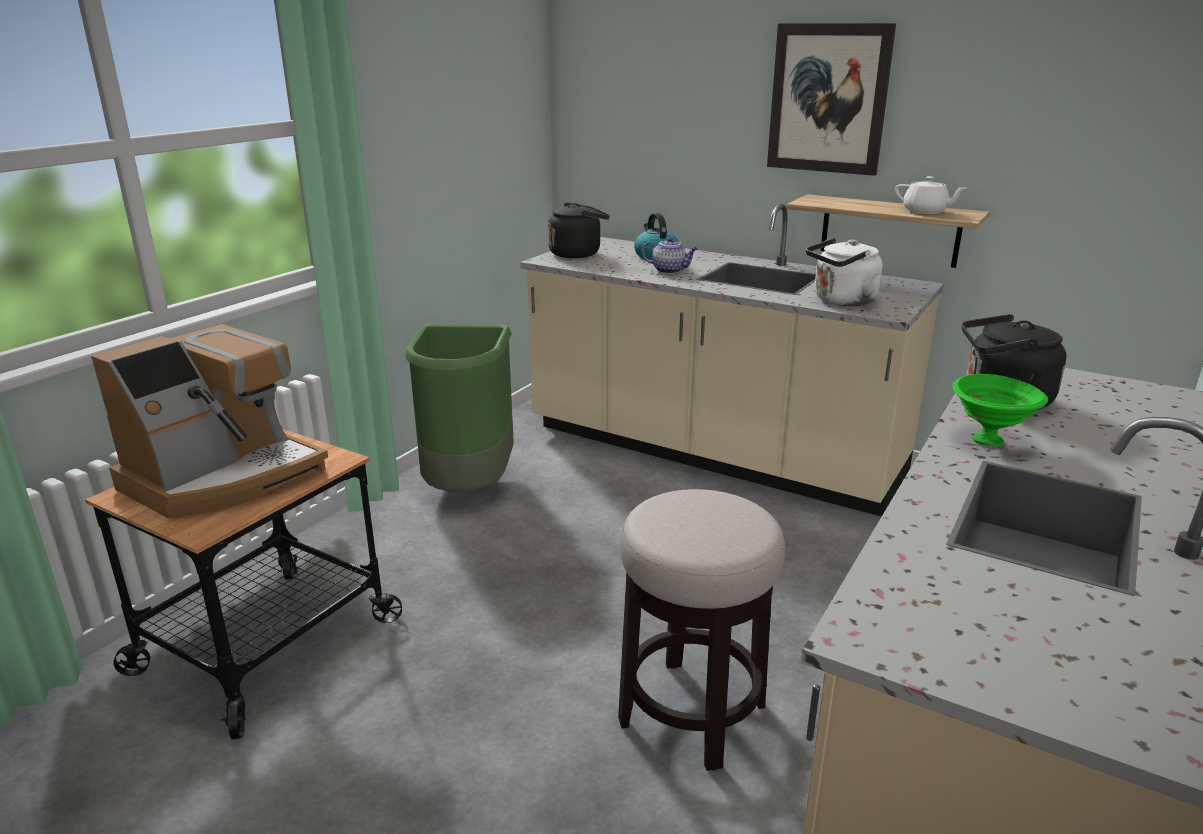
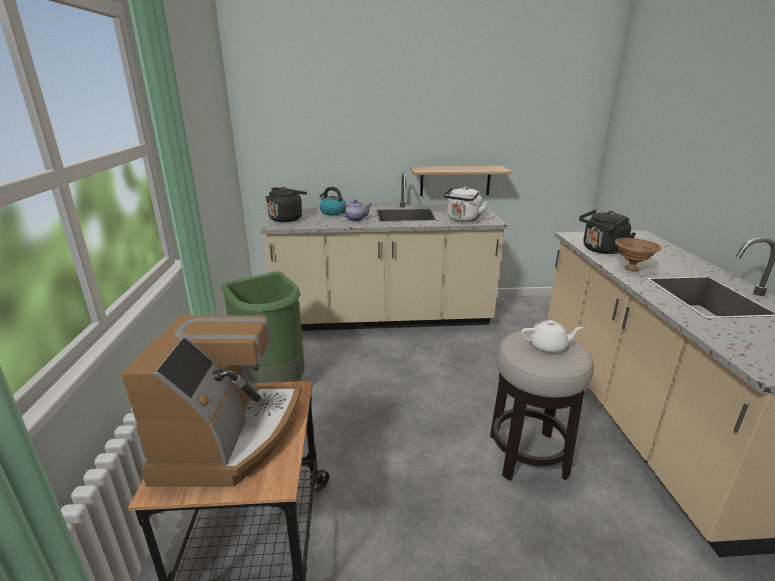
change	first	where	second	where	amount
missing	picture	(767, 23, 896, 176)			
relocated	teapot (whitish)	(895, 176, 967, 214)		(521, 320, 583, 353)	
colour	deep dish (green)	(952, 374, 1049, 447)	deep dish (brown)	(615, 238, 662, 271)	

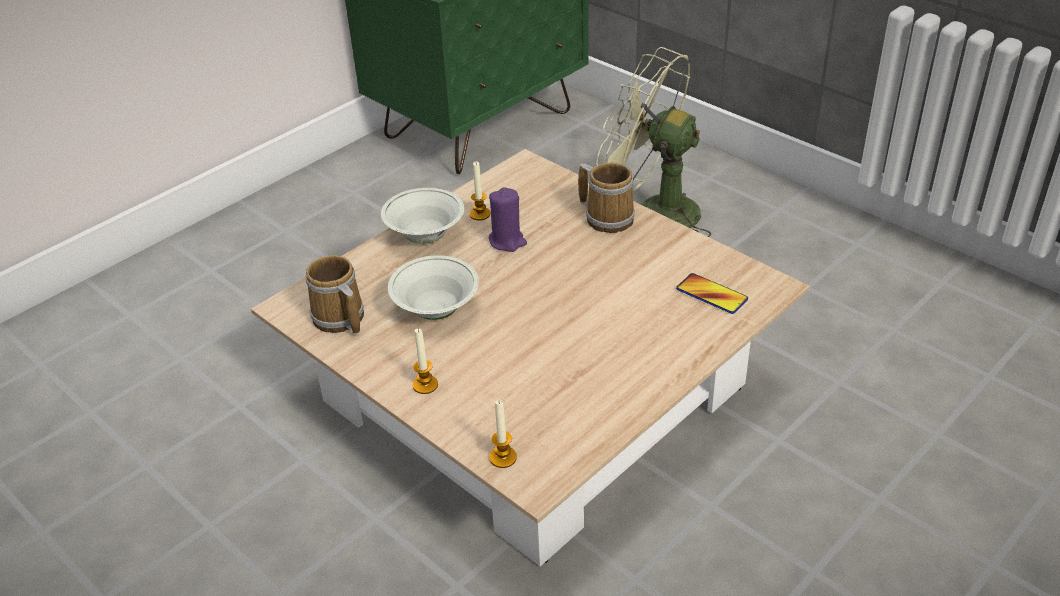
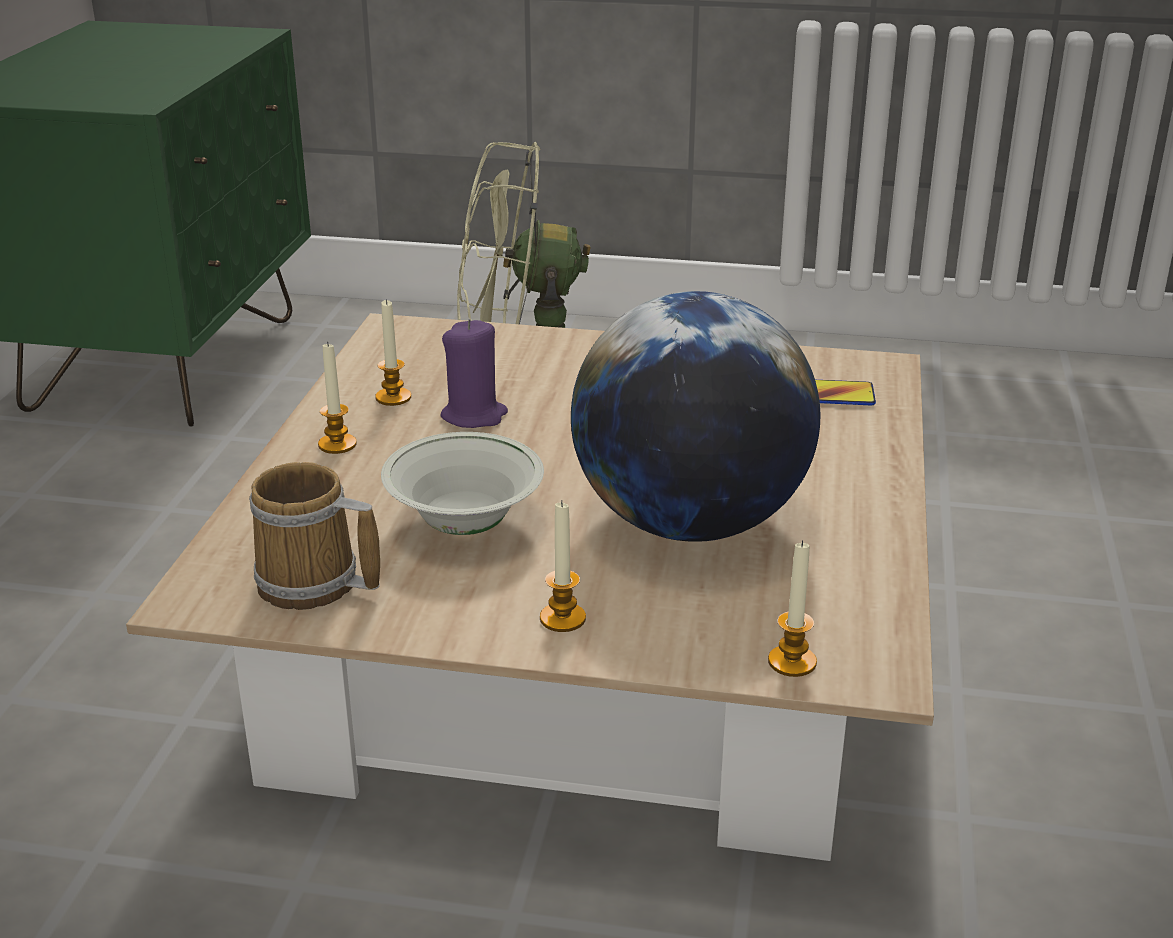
change	first	where	second	where	amount
missing	mug	(578, 162, 635, 233)			
exchanged	deep dish (whitish)	(381, 188, 464, 243)	wax light	(318, 341, 357, 454)	
appeared			globe	(571, 291, 820, 542)	

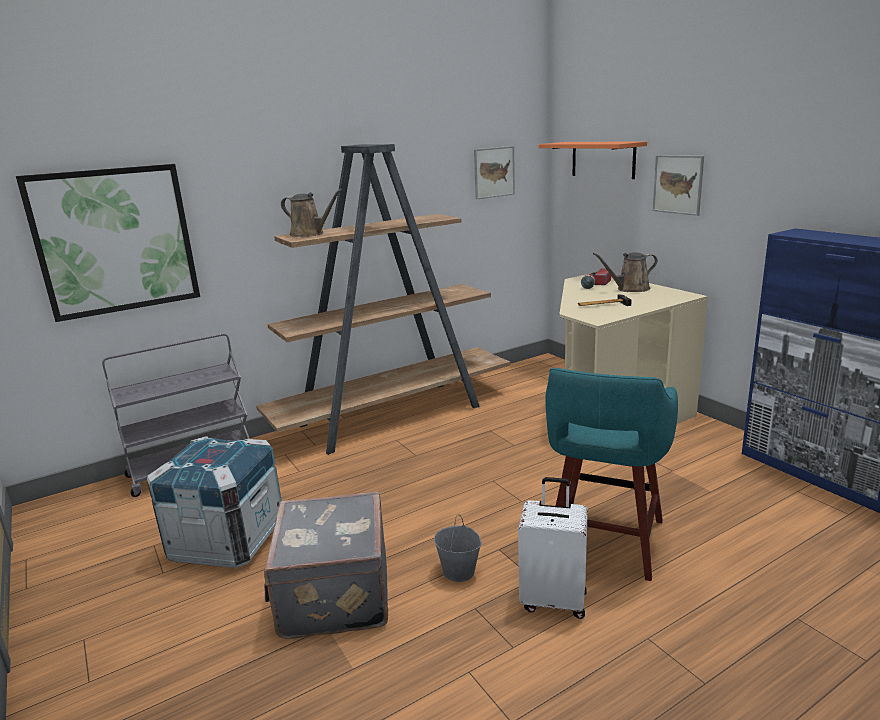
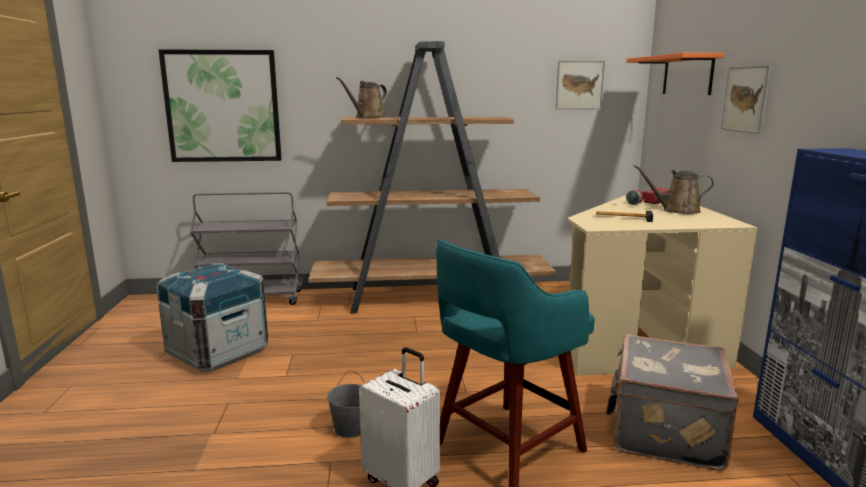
change	first	where	second	where	amount
spun	watering can (brown)	(281, 189, 342, 237)		(336, 77, 387, 118)	75 degrees clockwise
relocated	piece of luggage (grey)	(264, 492, 388, 639)		(606, 334, 739, 471)	

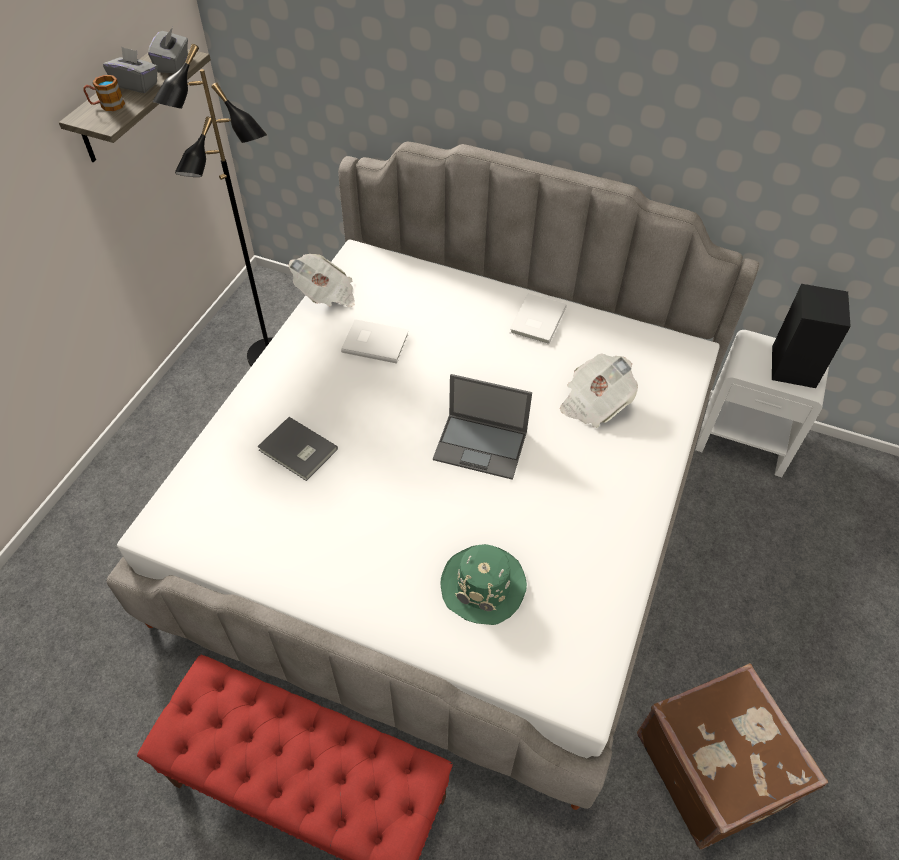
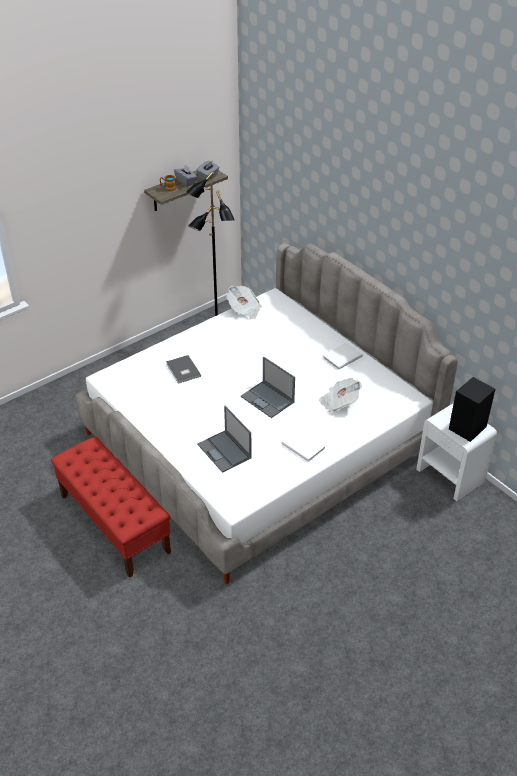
change	first	where	second	where	amount
relocated	volume (whitish)	(341, 319, 409, 364)		(282, 428, 326, 462)	
exchanged	hat (green)	(440, 544, 527, 625)	laptop	(197, 406, 252, 473)	
missing	piece of luggage (brown)	(637, 663, 828, 849)			

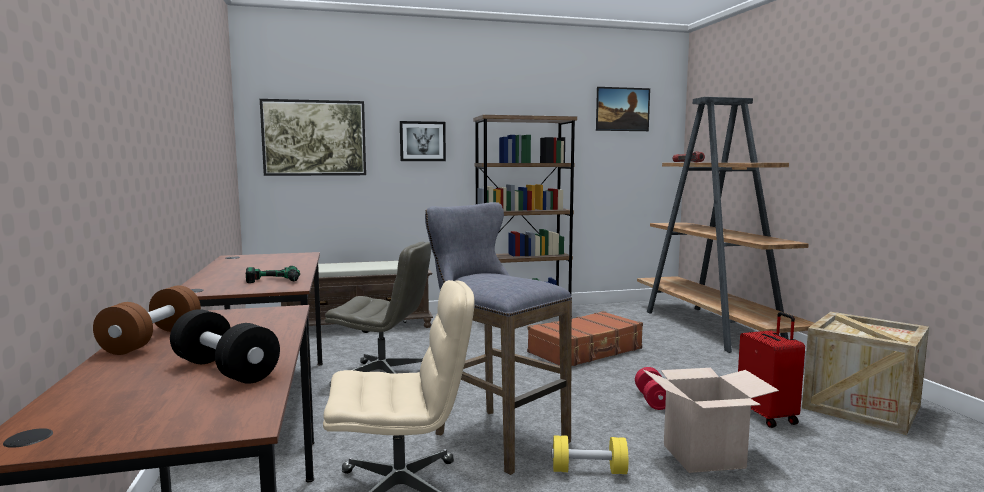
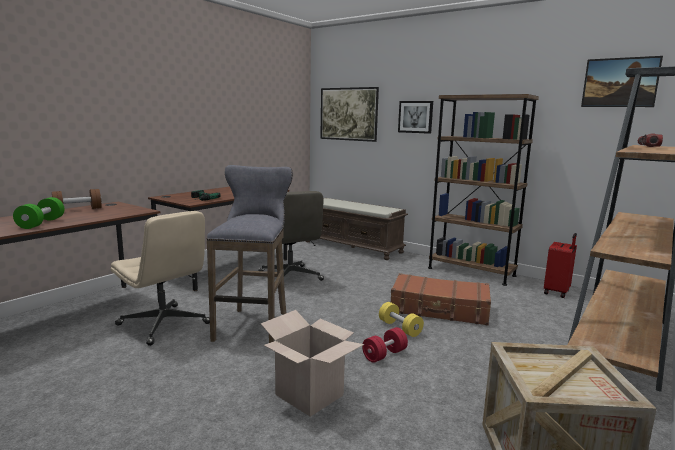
change	first	where	second	where	amount
colour	hand weight (black)	(170, 309, 280, 384)	hand weight (green)	(13, 197, 65, 229)	
relocated	piece of luggage (red-coloured)	(738, 312, 805, 428)		(544, 233, 577, 298)	
relocated	hand weight (yellowish)	(552, 435, 628, 474)		(379, 302, 424, 337)	

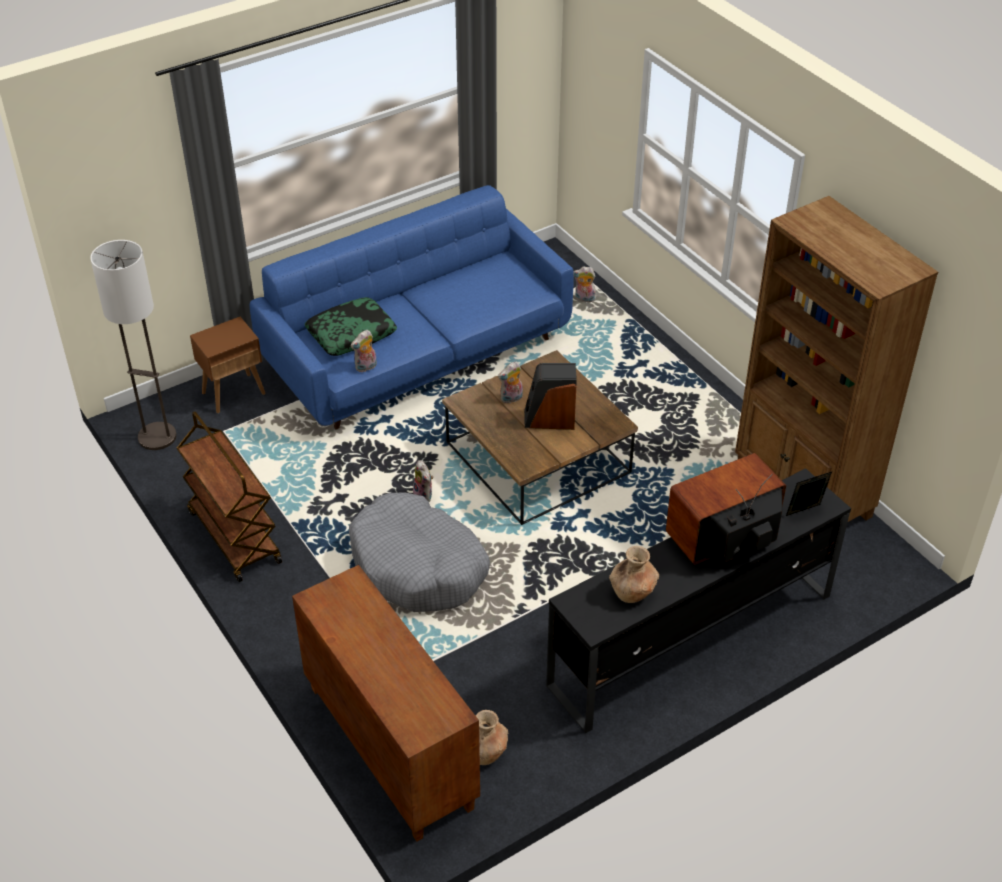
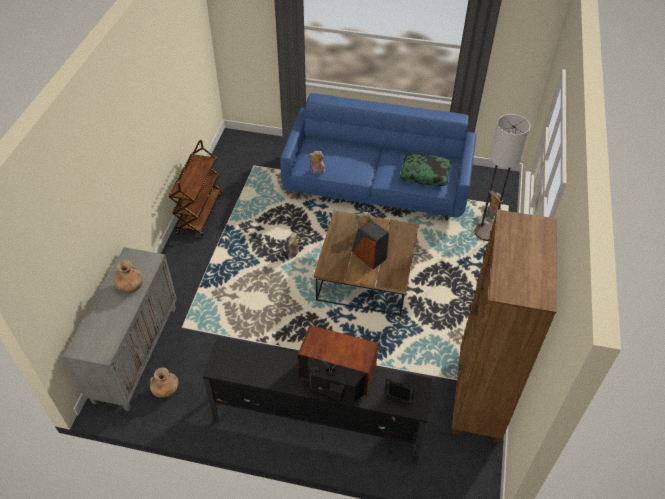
change	first	where	second	where	amount
relocated	standard lamp	(90, 240, 177, 450)		(475, 114, 530, 241)	
relocated	cushion	(305, 297, 397, 356)		(400, 153, 451, 186)	
missing	accent table (brown)	(190, 317, 266, 413)			
missing	dog cushion (grey)	(349, 493, 490, 612)			
relocated	decorative vase (brown)	(609, 546, 659, 603)		(113, 260, 144, 293)	
colour	storage cabinet (brown)	(292, 565, 480, 841)	storage cabinet (grey)	(63, 247, 177, 411)	

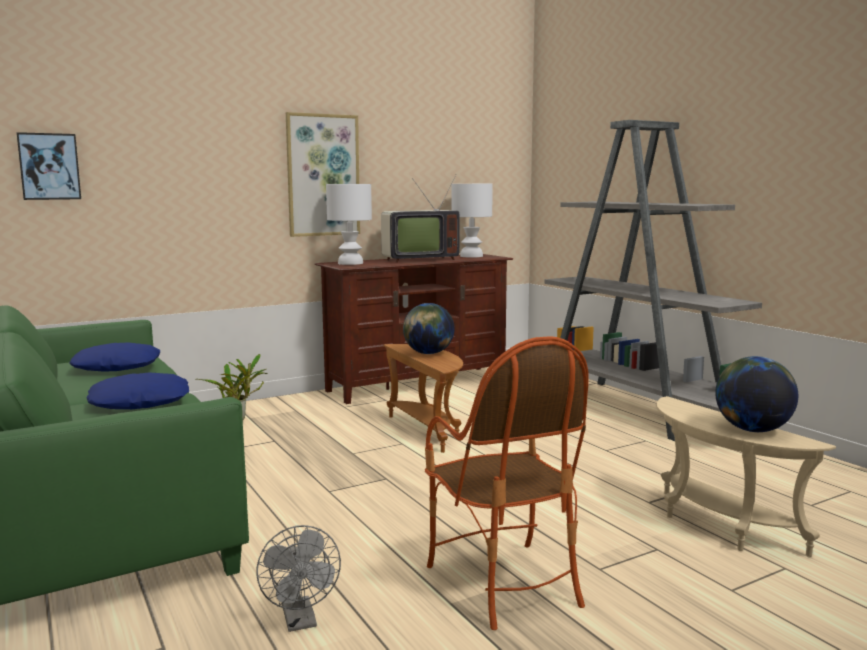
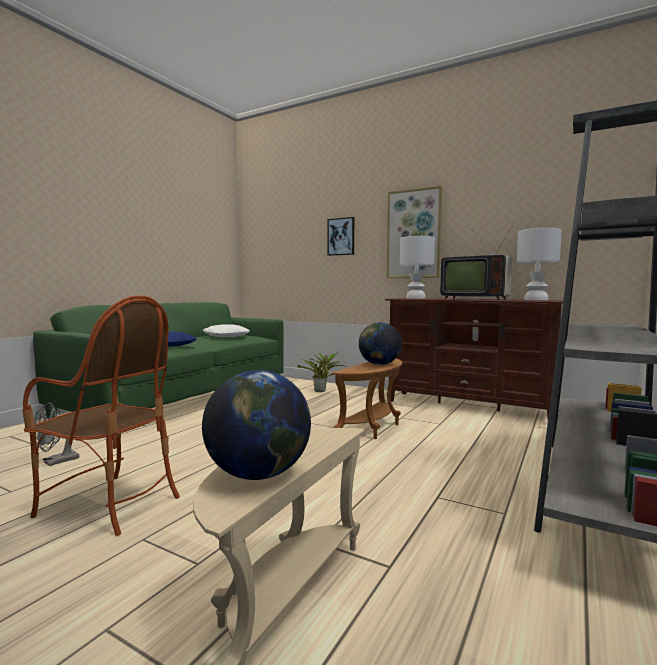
change	first	where	second	where	amount
relocated	picture	(17, 132, 81, 200)		(327, 217, 354, 256)	
spun	lounge chair	(425, 336, 589, 630)		(22, 296, 180, 536)	105 degrees counterclockwise
colour	cushion (blue-coloured)	(69, 343, 160, 372)	cushion (whitish)	(202, 324, 250, 337)	

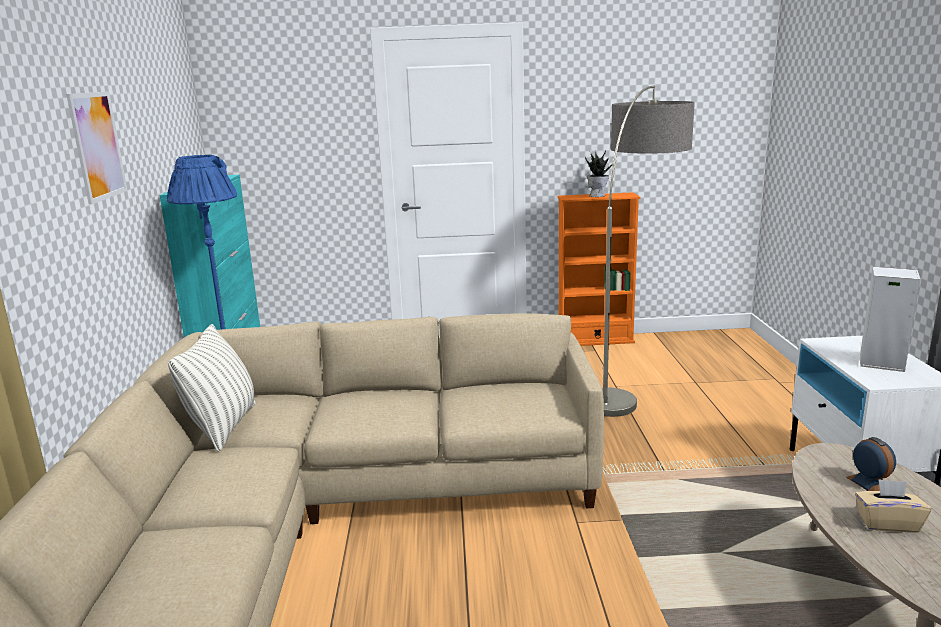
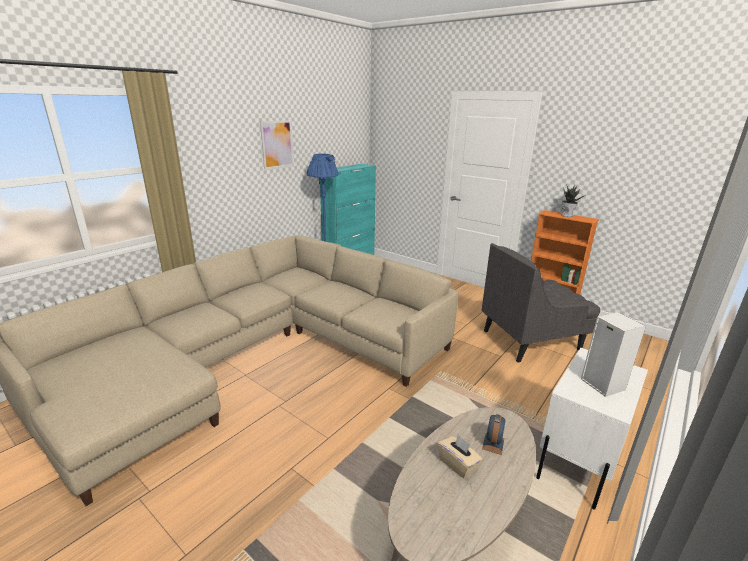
change	first	where	second	where	amount
exchanged	standard lamp	(602, 86, 695, 417)	lounge chair (grey)	(482, 243, 600, 362)	
missing	cushion	(168, 324, 256, 452)			

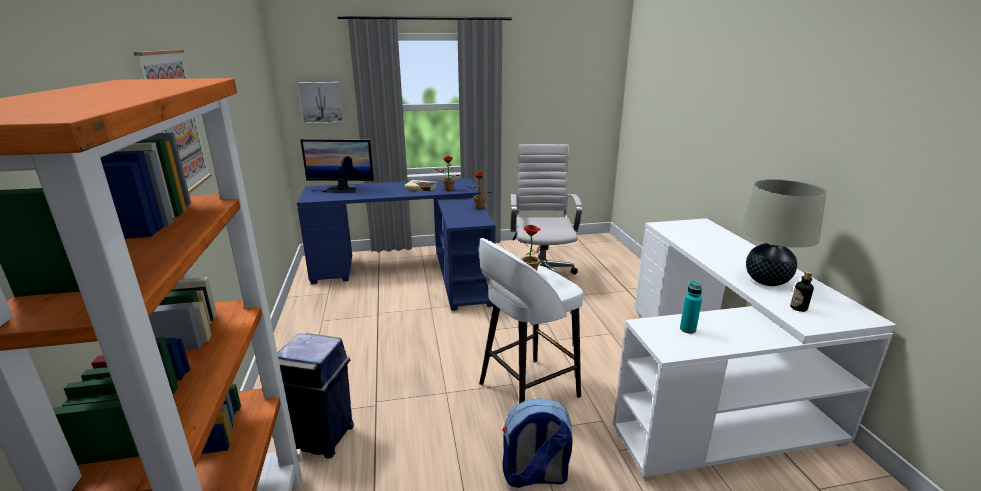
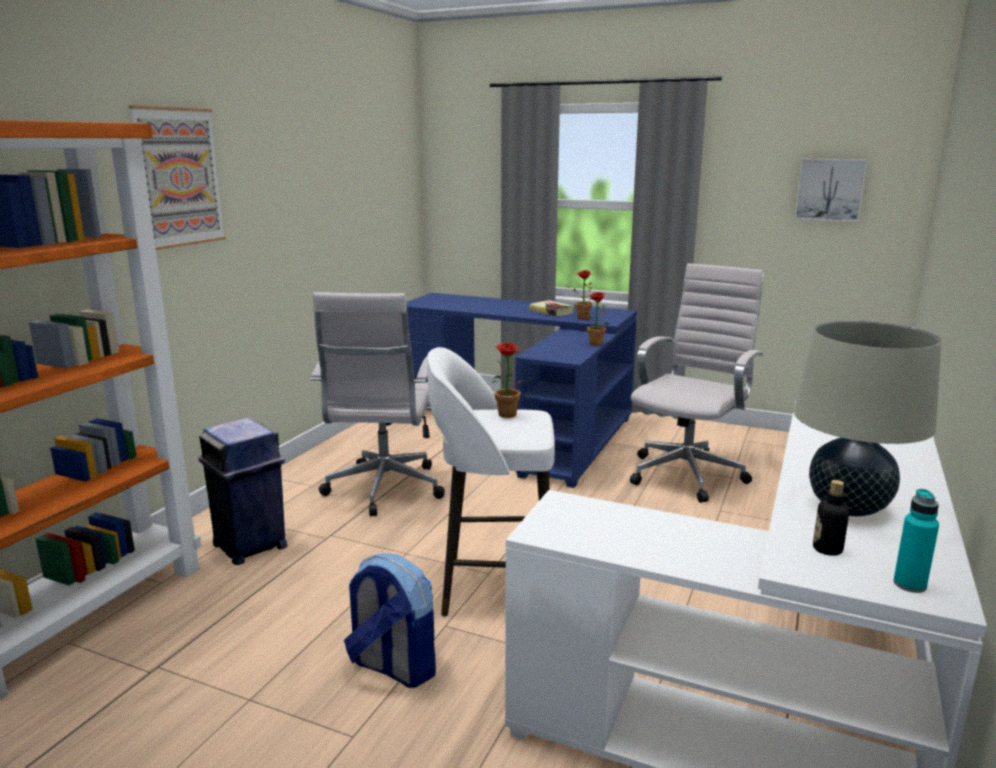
change	first	where	second	where	amount
relocated	picture	(297, 82, 344, 124)		(795, 159, 867, 222)	
missing	monitor	(300, 139, 374, 193)			
relocated	beverage bottle (blue-green)	(680, 281, 702, 334)		(893, 489, 939, 593)	
appeared			office chair (whitish)	(310, 292, 445, 517)	

